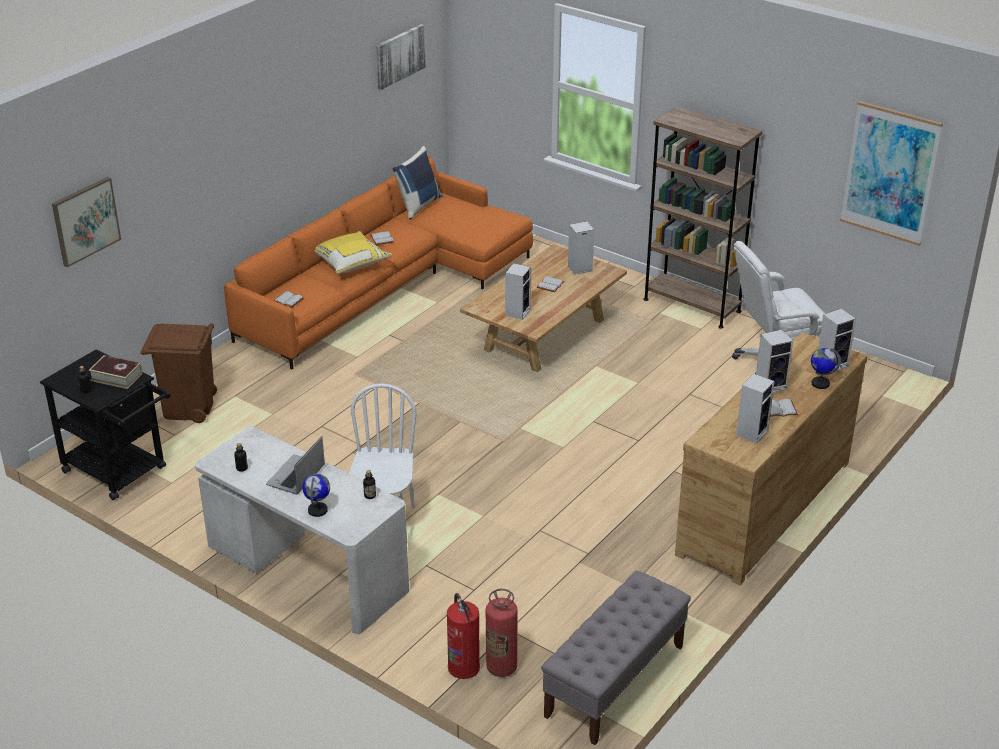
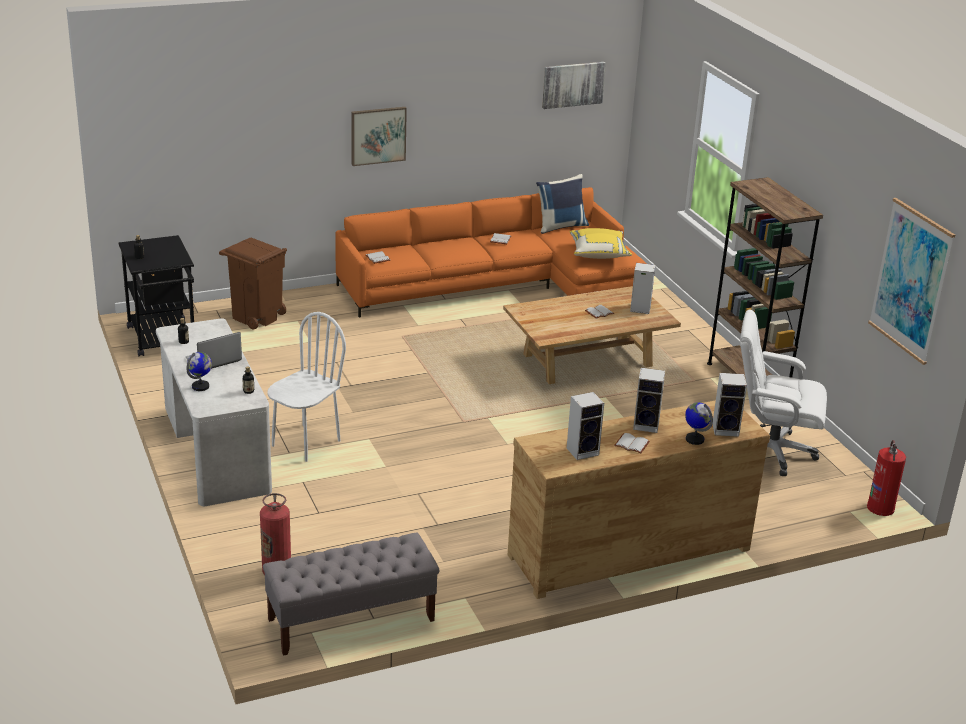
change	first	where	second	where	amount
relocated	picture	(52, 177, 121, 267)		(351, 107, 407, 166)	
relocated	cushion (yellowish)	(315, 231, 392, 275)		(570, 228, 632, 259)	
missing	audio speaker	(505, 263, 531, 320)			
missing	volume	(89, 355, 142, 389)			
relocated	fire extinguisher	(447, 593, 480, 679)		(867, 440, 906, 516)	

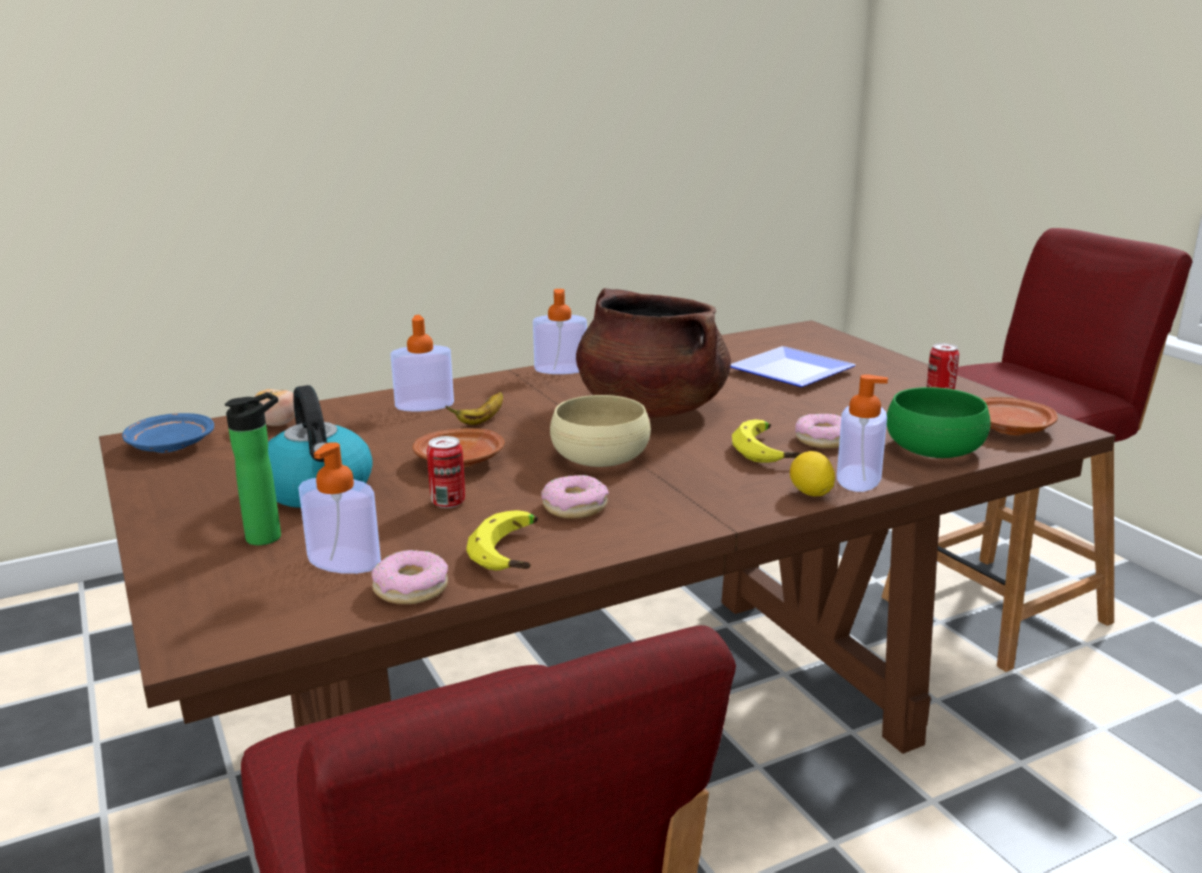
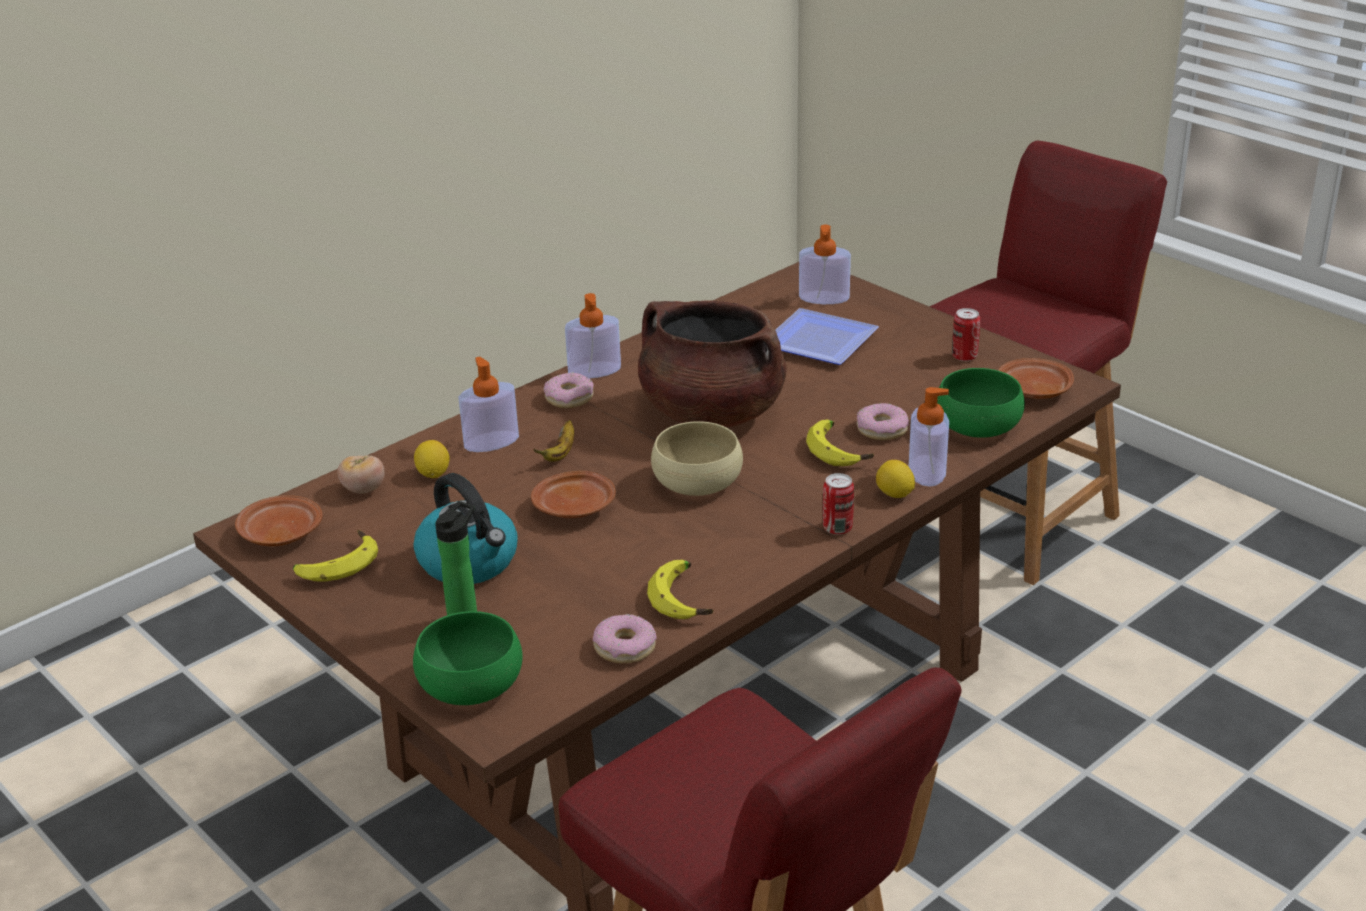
change	first	where	second	where	amount
colour	dinner plate (blue-coloured)	(122, 413, 214, 453)	dinner plate (brown)	(235, 495, 323, 547)	
relocated	can	(427, 436, 465, 508)		(823, 473, 854, 535)	
relocated	soap bottle	(299, 442, 381, 574)		(799, 225, 851, 304)	
relocated	ring doughnut	(541, 475, 609, 519)		(543, 372, 594, 408)	
appeared			citrus fruit	(414, 440, 450, 478)	
appeared			whole banana	(293, 530, 378, 582)	
appeared			deep dish (green)	(413, 611, 523, 705)	

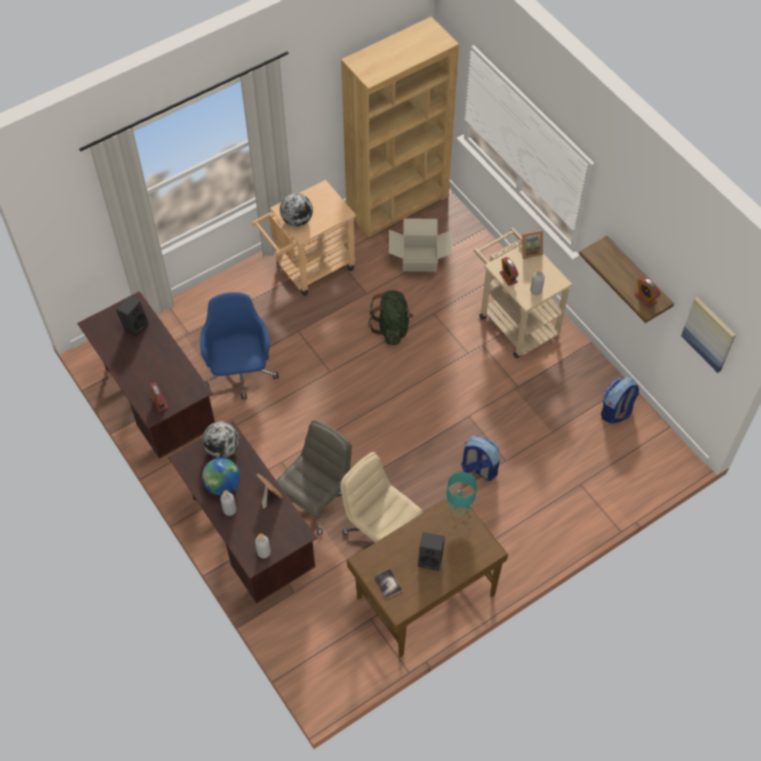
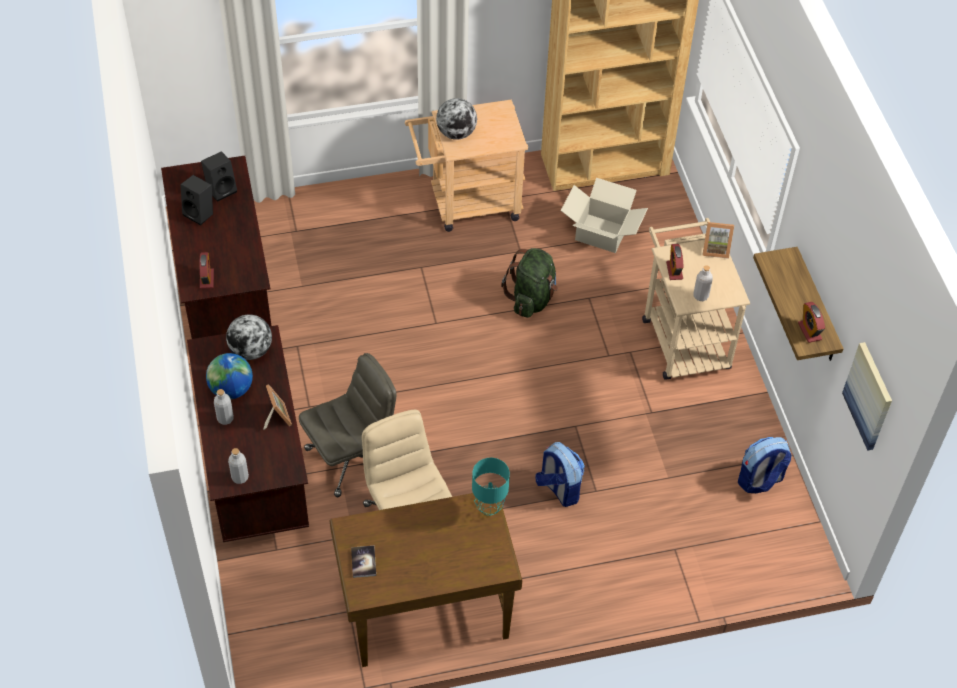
change	first	where	second	where	amount
missing	office chair (blue-coloured)	(200, 292, 279, 400)			
relocated	audio speaker (black)	(418, 532, 445, 571)		(180, 175, 213, 225)	

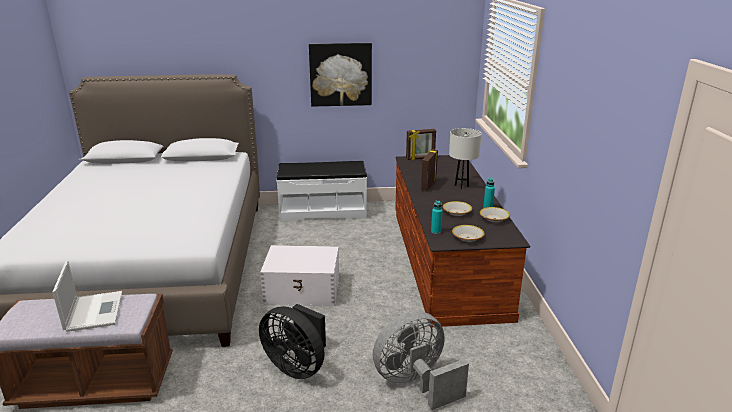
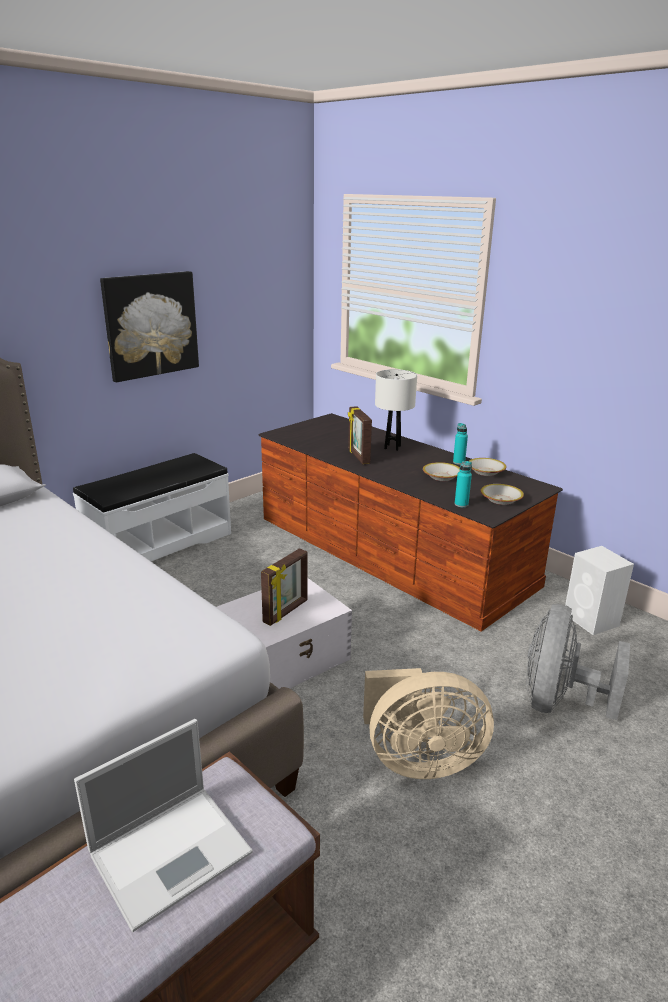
change	first	where	second	where	amount
relocated	standing frame	(406, 129, 436, 160)		(261, 548, 308, 626)	
spun	laptop	(52, 261, 122, 332)		(74, 719, 253, 932)	105 degrees clockwise
colour	fan (black)	(259, 304, 326, 379)	fan (sand-coloured)	(363, 668, 494, 779)	
appeared			audio speaker (whitish)	(565, 546, 634, 635)	

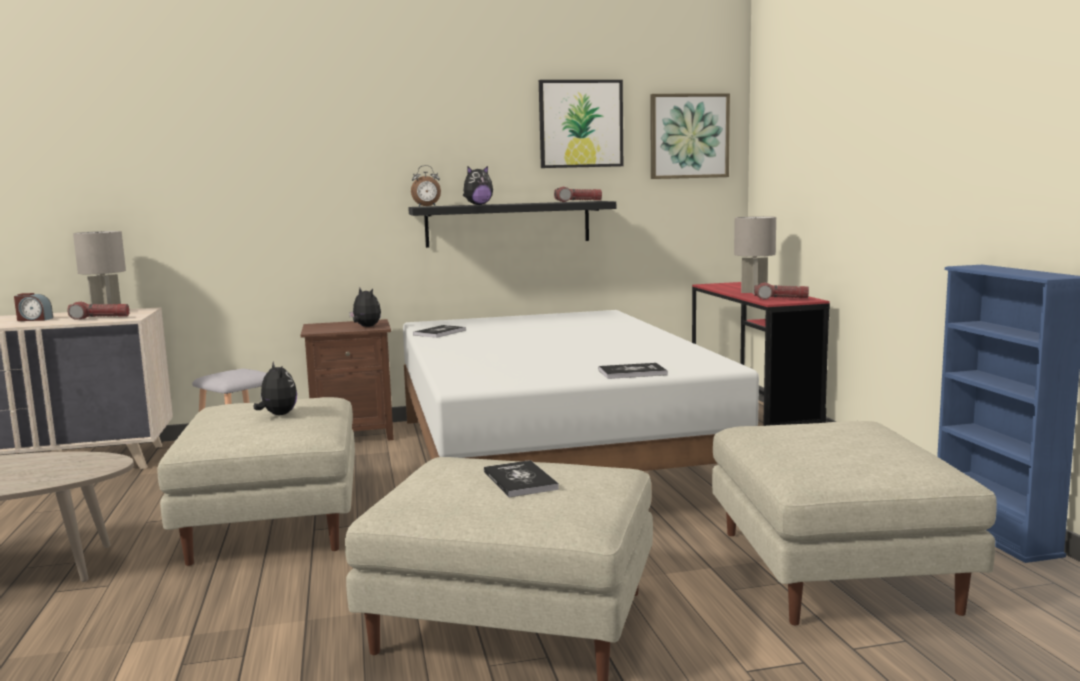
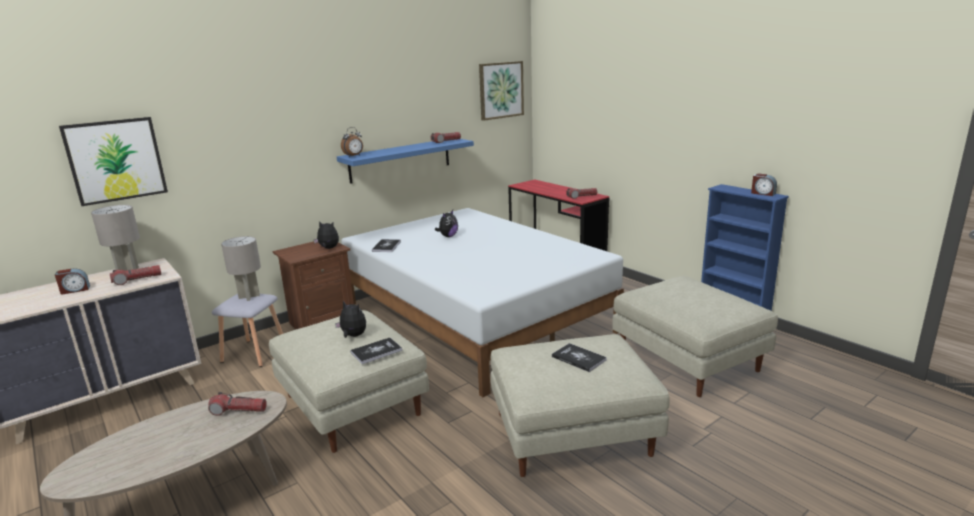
change	first	where	second	where	amount
relocated	picture	(539, 80, 623, 168)		(59, 117, 168, 206)	
relocated	cuddly toy	(463, 166, 493, 205)		(435, 210, 458, 237)	
colour	shelf (black)	(408, 201, 616, 248)	shelf (blue-coloured)	(337, 139, 474, 184)	
relocated	lamp for a table (grey)	(734, 216, 776, 294)		(221, 236, 261, 301)	
relocated	volume	(599, 363, 668, 379)		(350, 338, 402, 364)	
appeared			bedside clock	(751, 173, 777, 196)	
appeared			hand torch	(208, 392, 267, 416)	

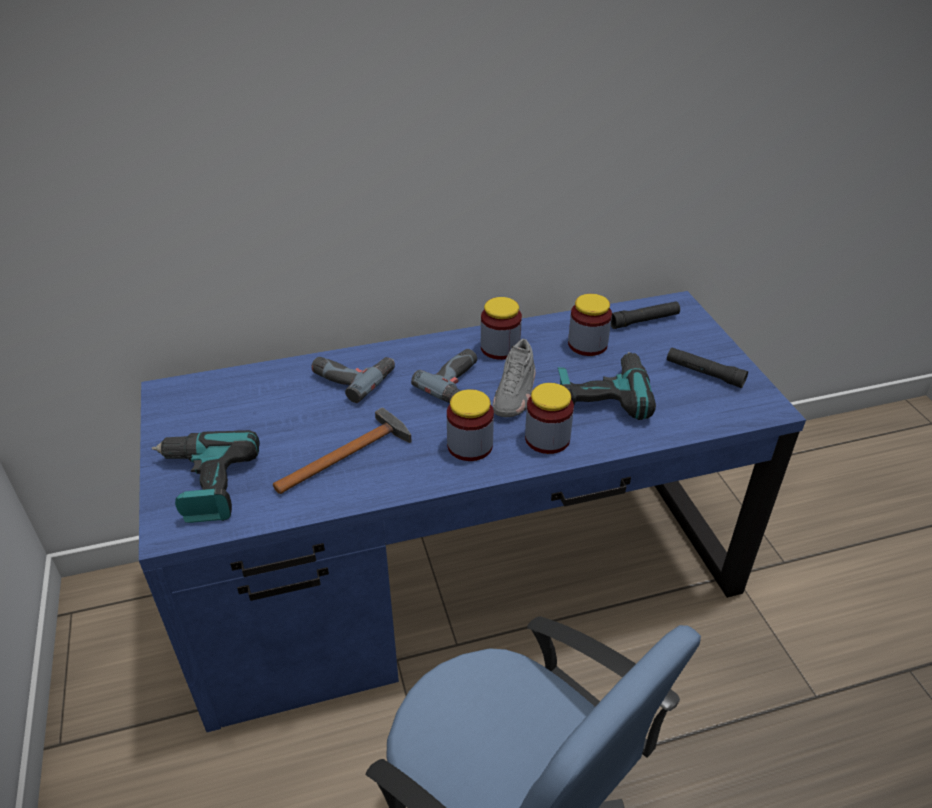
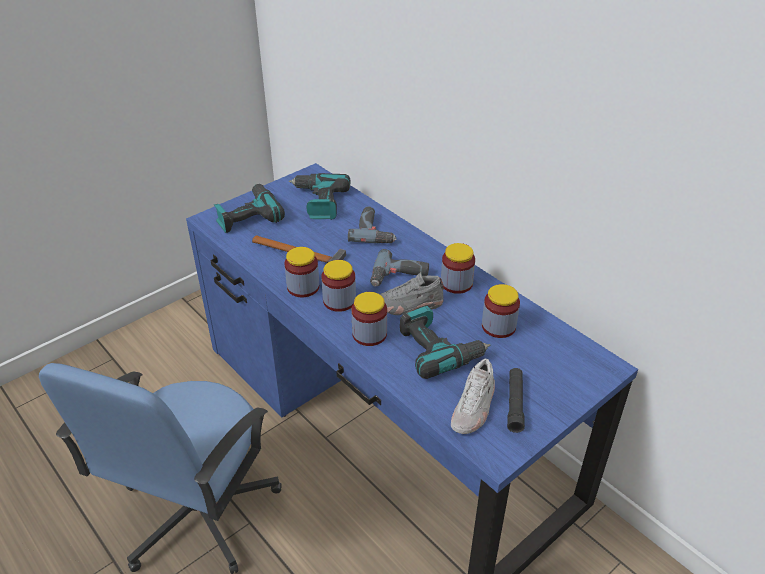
change	first	where	second	where	amount
missing	hand torch (black)	(611, 301, 680, 329)			
appeared			electric drill	(289, 173, 350, 220)	
appeared			storage jar	(284, 247, 319, 297)	
appeared			shoe (whitish)	(451, 358, 495, 434)	

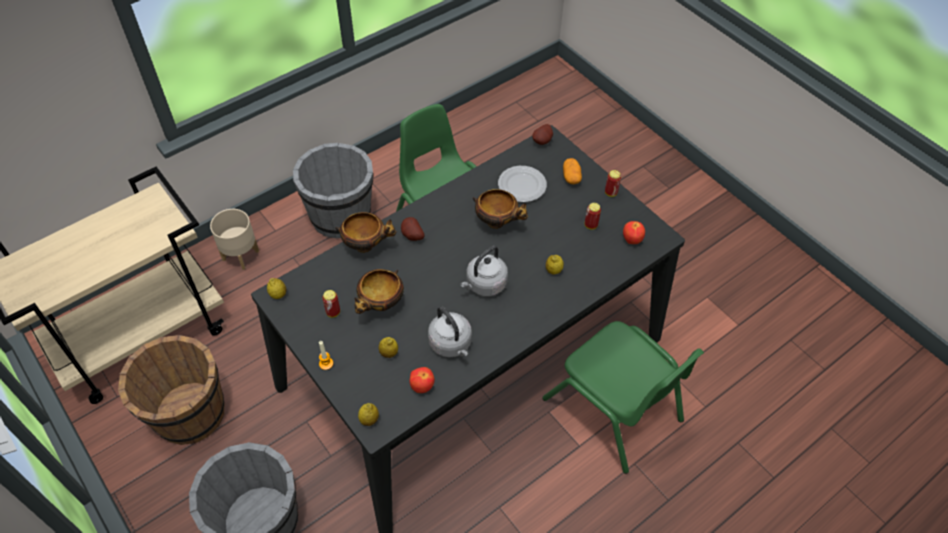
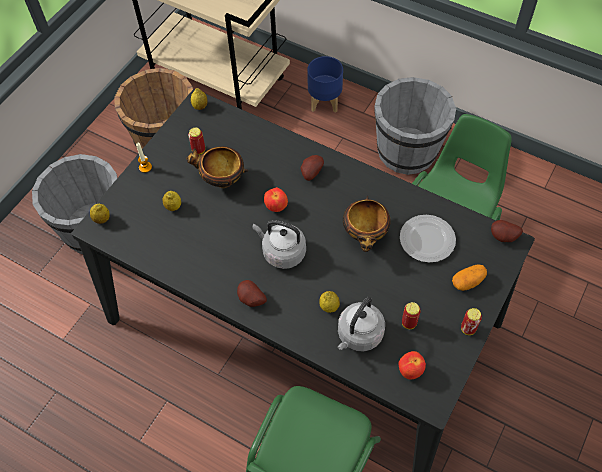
change	first	where	second	where	amount
colour	planter (sand-coloured)	(210, 209, 259, 270)	planter (blue-coloured)	(307, 56, 343, 113)	
missing	deep dish	(335, 212, 397, 253)			
relocated	water kettle (grey)	(428, 306, 472, 358)		(337, 297, 385, 352)	
relocated	whole apple	(409, 367, 435, 393)		(264, 187, 288, 212)	
appeared			spud	(237, 280, 267, 307)	

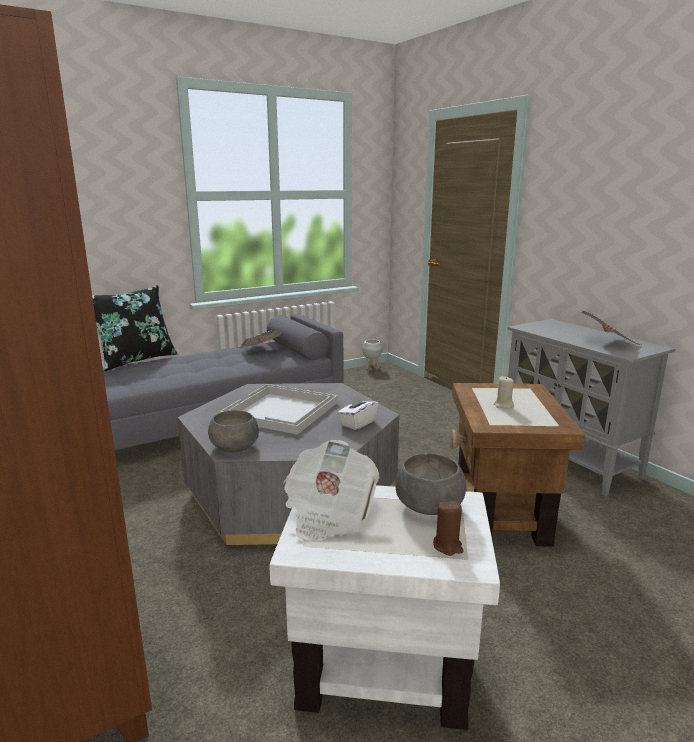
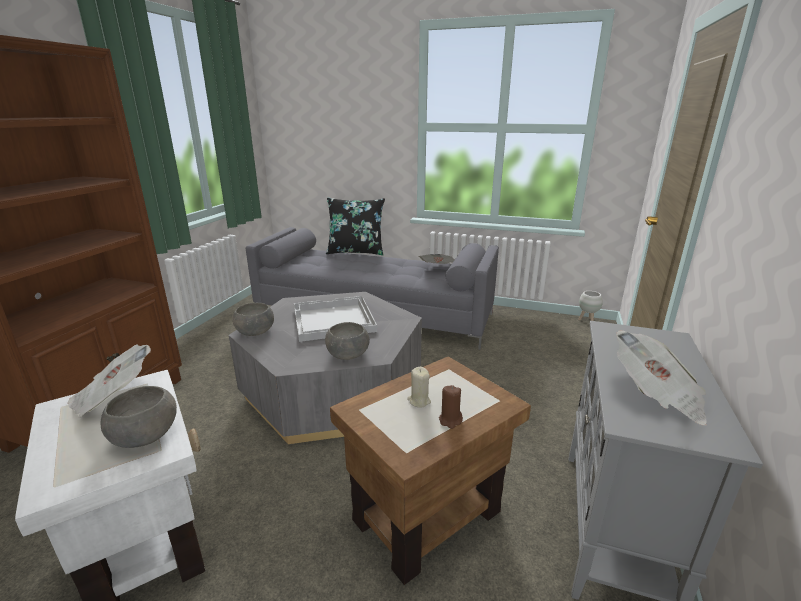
change	first	where	second	where	amount
exchanged	tissue box (whitish)	(338, 393, 378, 430)	deep dish (grey)	(325, 322, 370, 360)	
relocated	wax light (brown)	(433, 501, 463, 556)		(439, 385, 463, 429)	

